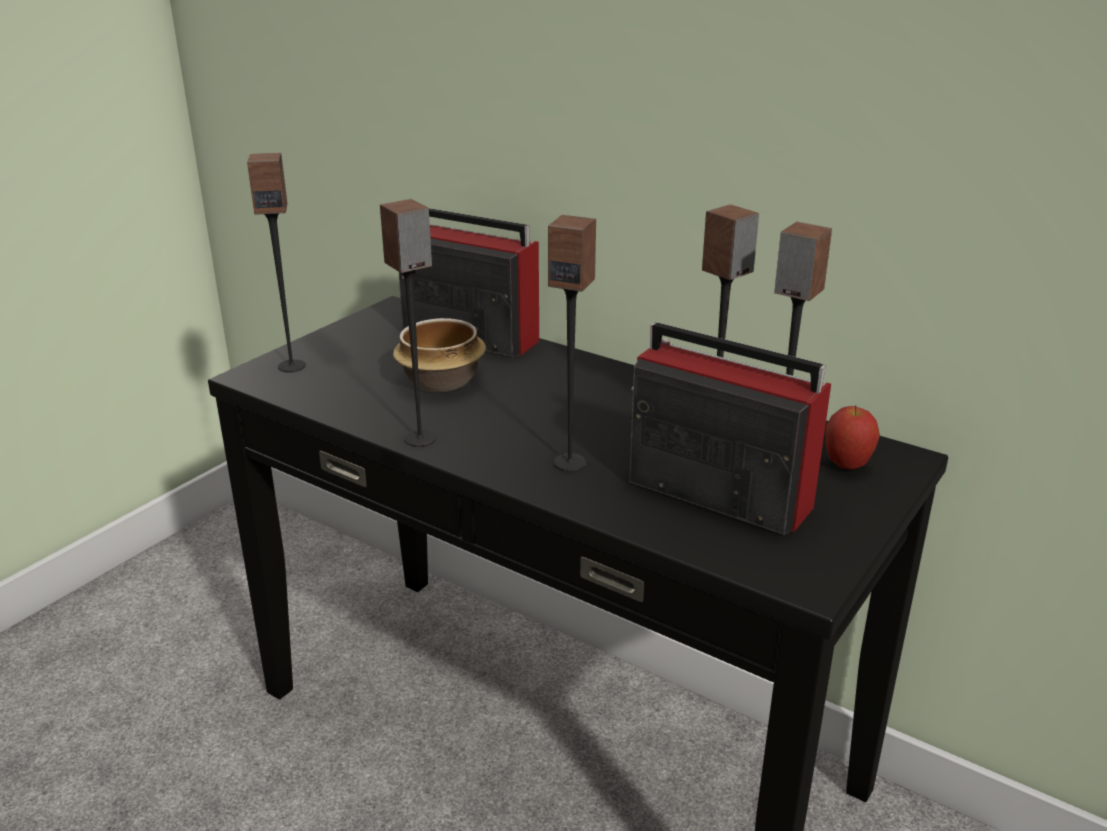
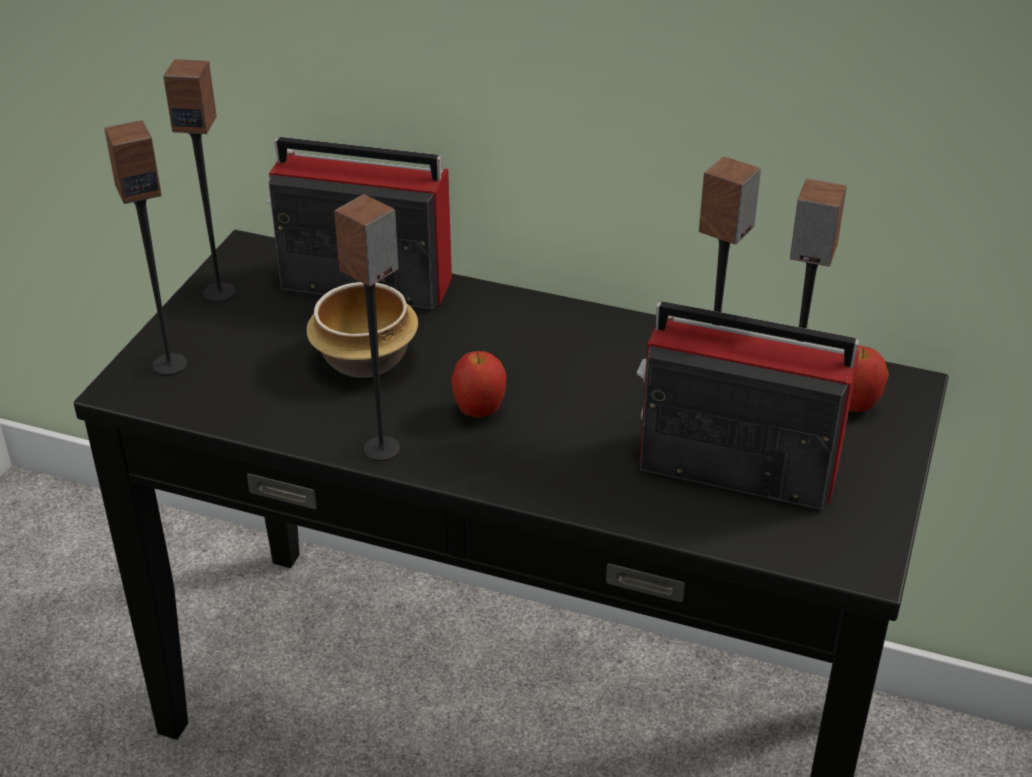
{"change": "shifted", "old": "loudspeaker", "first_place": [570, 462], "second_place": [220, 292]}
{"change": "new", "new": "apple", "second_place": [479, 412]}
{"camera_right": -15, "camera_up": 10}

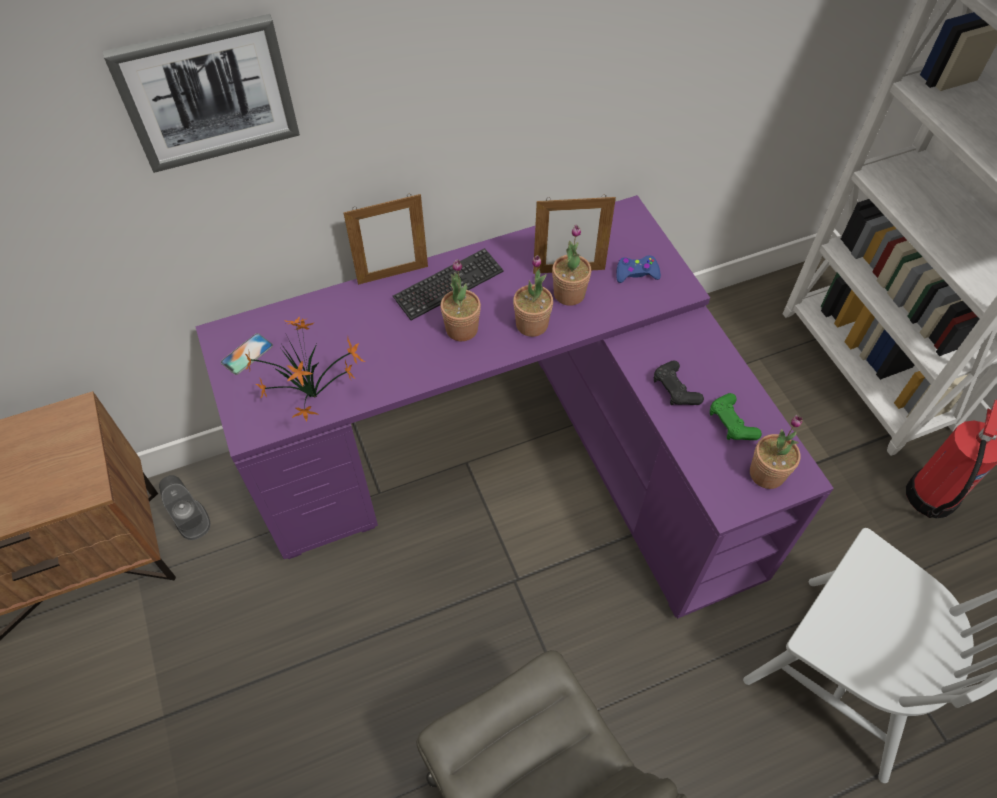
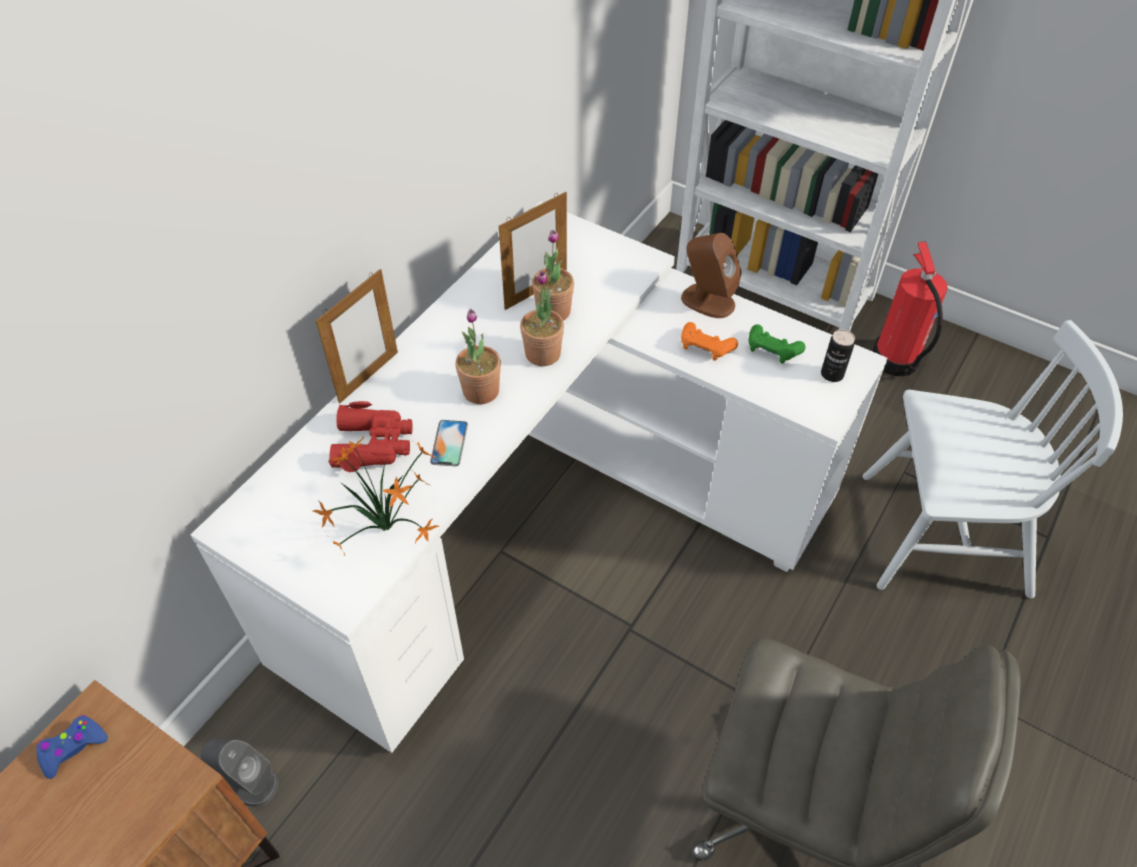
{"change": "gone", "old": "wall art", "first_place": [208, 93]}
{"change": "repainted", "old": "desk unit (purplish)", "new": "desk unit (whitish)", "first_place": [518, 458], "second_place": [546, 519]}
{"change": "shifted", "old": "phone", "first_place": [247, 354], "second_place": [449, 443]}
{"change": "gone", "old": "PC keyboard", "first_place": [449, 285]}
{"change": "shifted", "old": "joypad (blue-coloured)", "first_place": [636, 273], "second_place": [73, 748]}
{"change": "repainted", "old": "joypad (blackish)", "new": "joypad (orange-coloured)", "first_place": [675, 389], "second_place": [705, 347]}
{"change": "swapped", "old": "potted plant", "new": "can", "first_place": [766, 474], "second_place": [832, 374]}
{"change": "new", "new": "pair of binoculars (red)", "second_place": [373, 444]}
{"change": "new", "new": "loudspeaker (brown-coloured)", "second_place": [707, 301]}
{"camera_right": -35, "camera_up": -5}

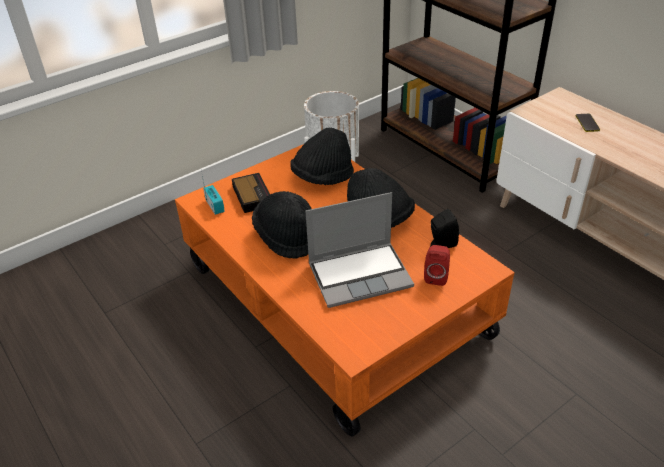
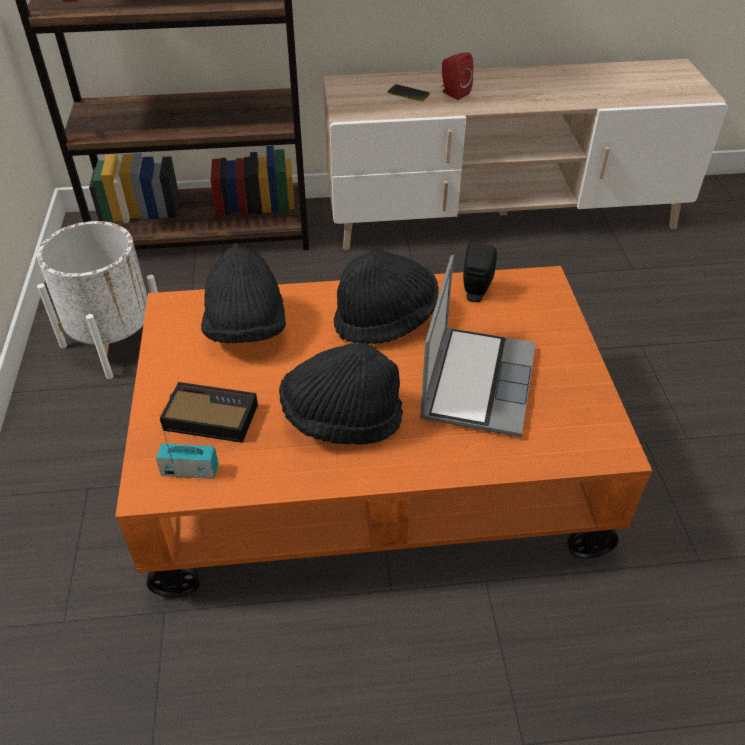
{"change": "shifted", "old": "loudspeaker (red)", "first_place": [436, 276], "second_place": [453, 93]}
{"camera_right": -60, "camera_up": 5}

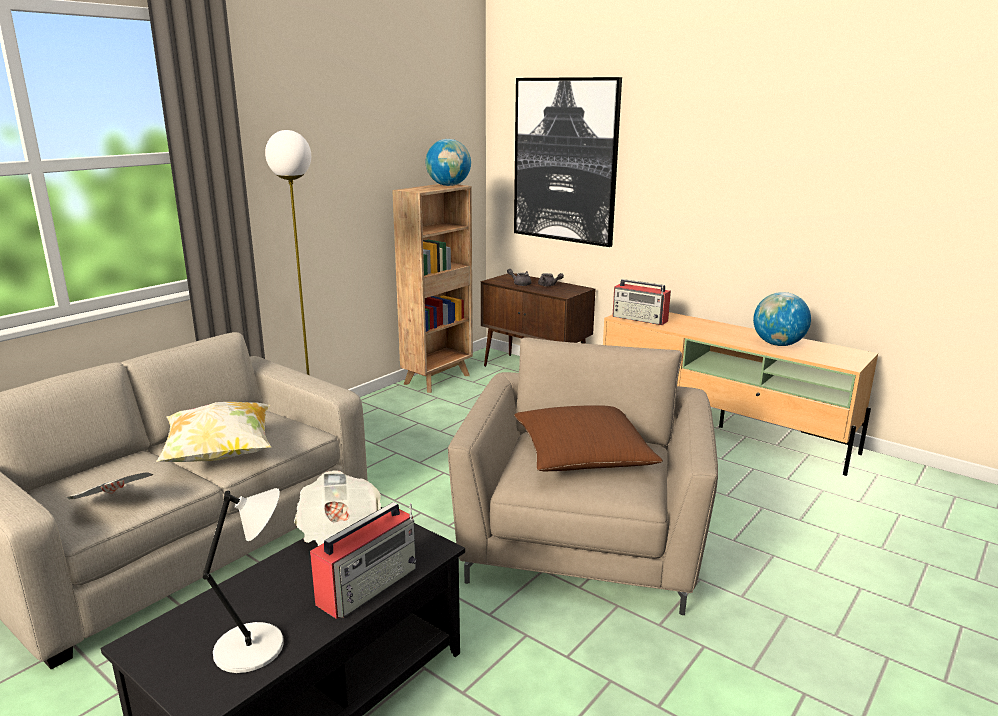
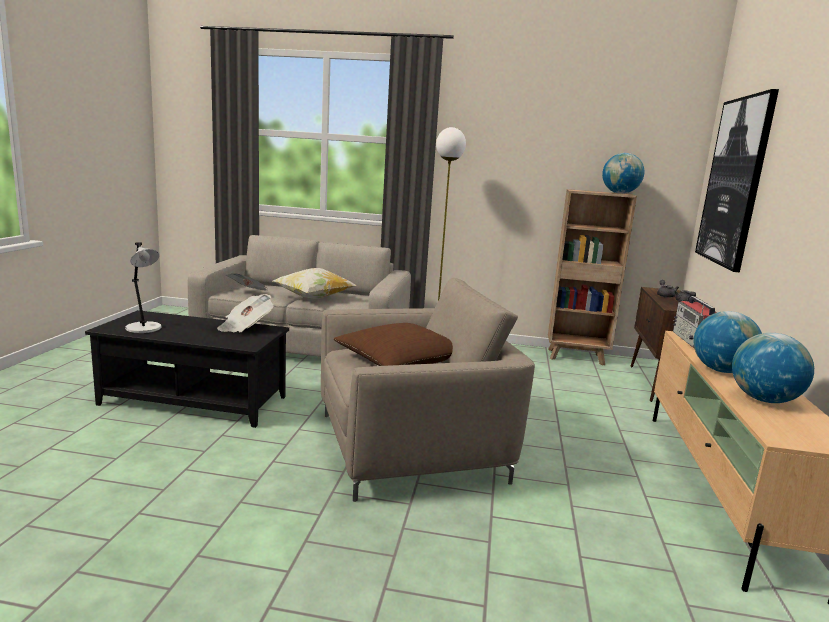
{"change": "gone", "old": "radio set", "first_place": [369, 584]}
{"change": "new", "new": "desk globe", "second_place": [721, 370]}
{"camera_right": 60, "camera_up": -5}

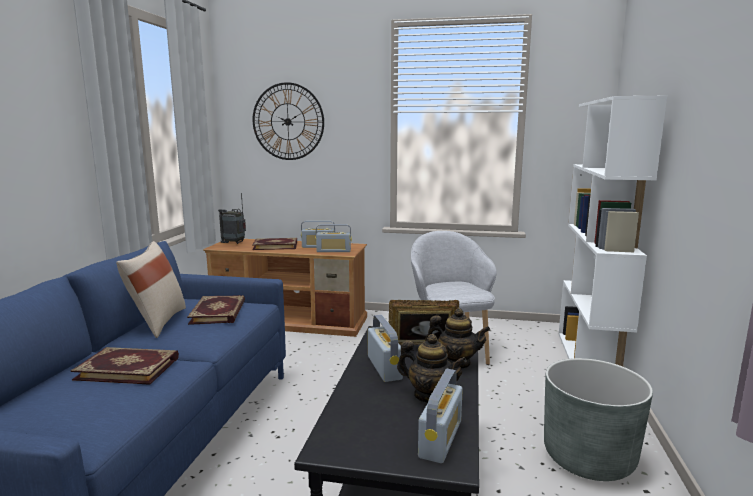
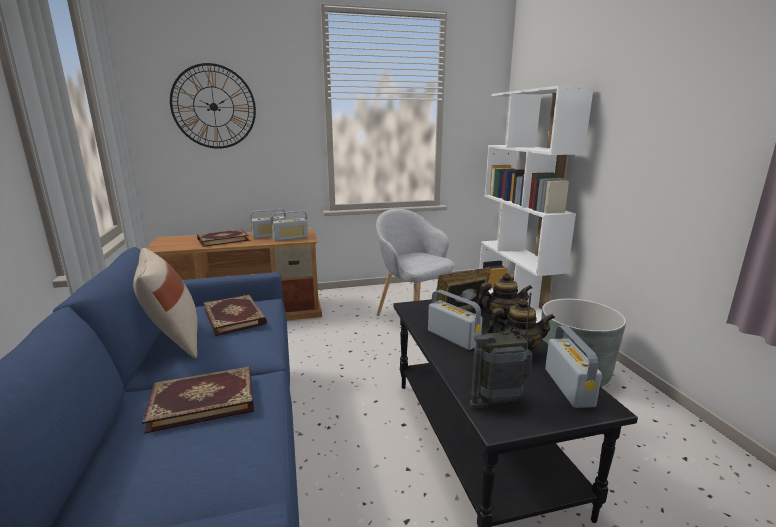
{"change": "shifted", "old": "radio set", "first_place": [234, 243], "second_place": [497, 400]}
{"camera_right": -25, "camera_up": 5}

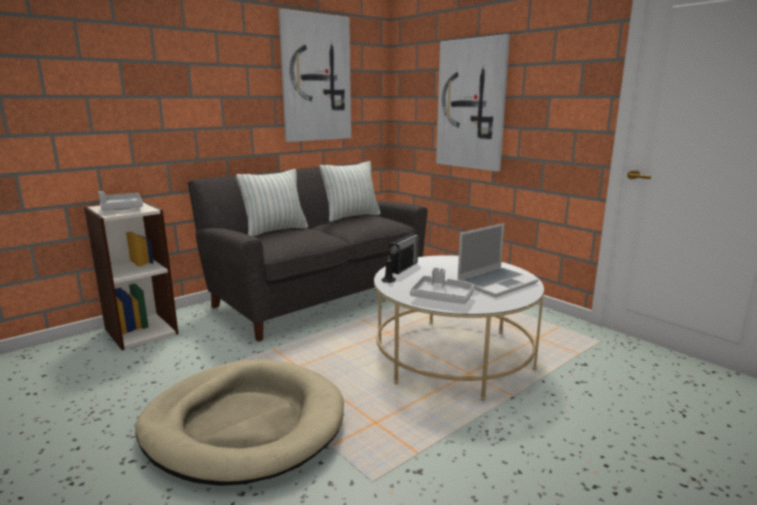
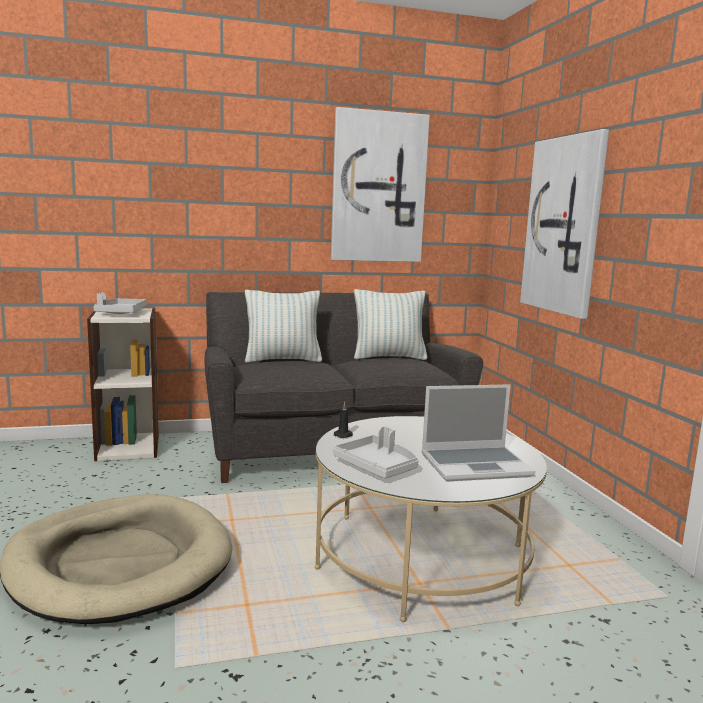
{"change": "gone", "old": "radio set", "first_place": [403, 267]}
{"camera_right": 25, "camera_up": -5}

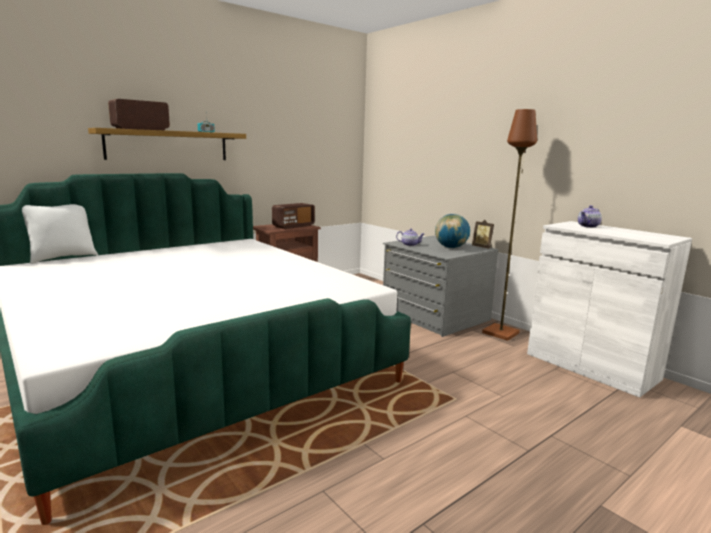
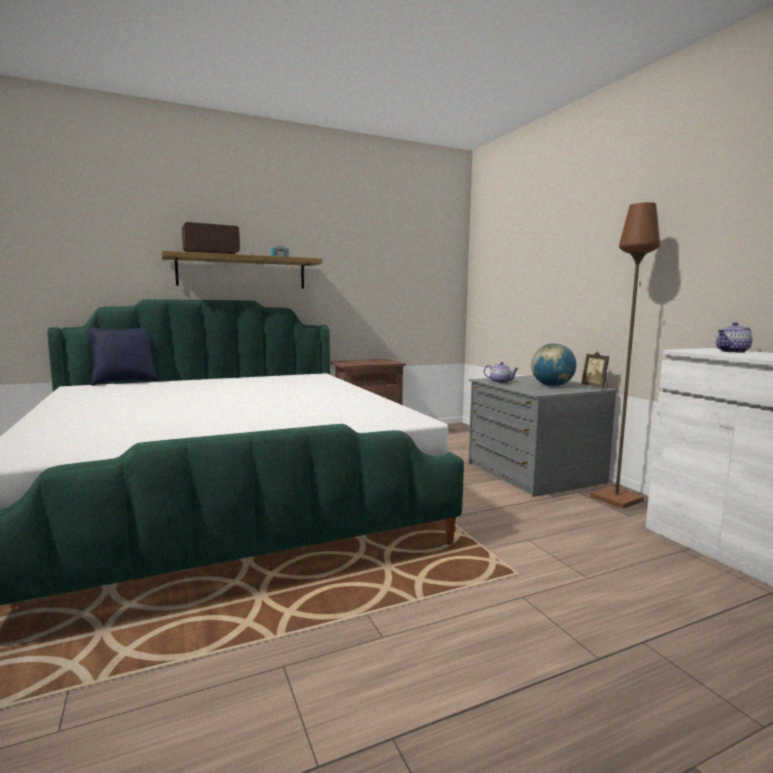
{"change": "repainted", "old": "throw pillow (whitish)", "new": "throw pillow (blue-coloured)", "first_place": [63, 258], "second_place": [125, 382]}
{"change": "gone", "old": "radio set", "first_place": [293, 226]}
{"camera_right": 15, "camera_up": -5}

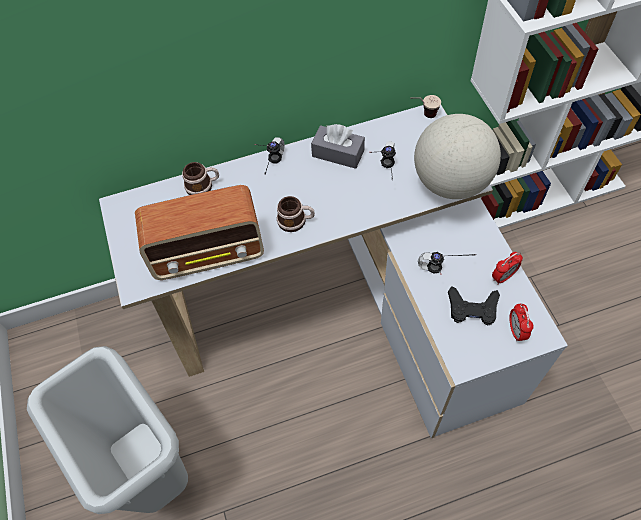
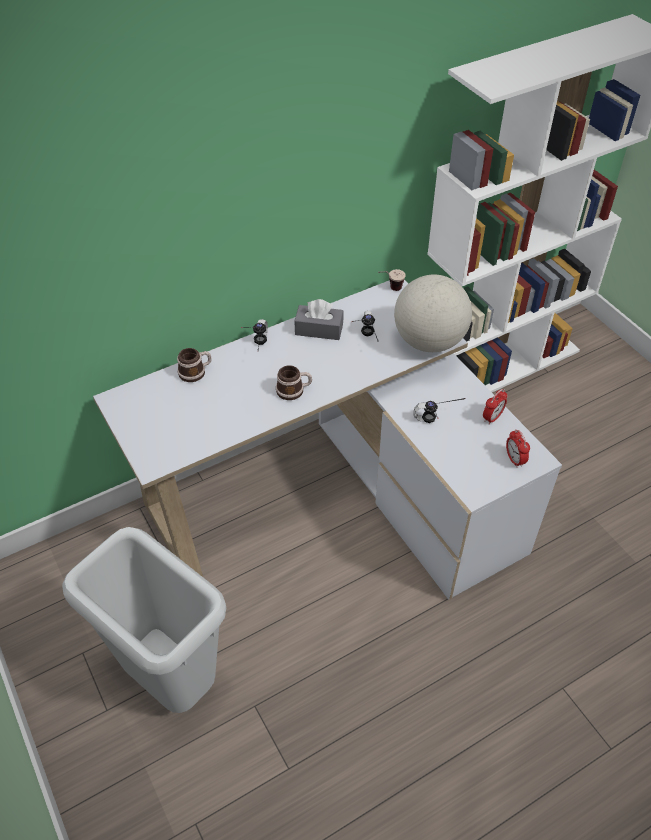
{"change": "gone", "old": "radio set", "first_place": [209, 253]}
{"change": "gone", "old": "joypad (blackish)", "first_place": [472, 309]}
{"camera_right": -15, "camera_up": -10}

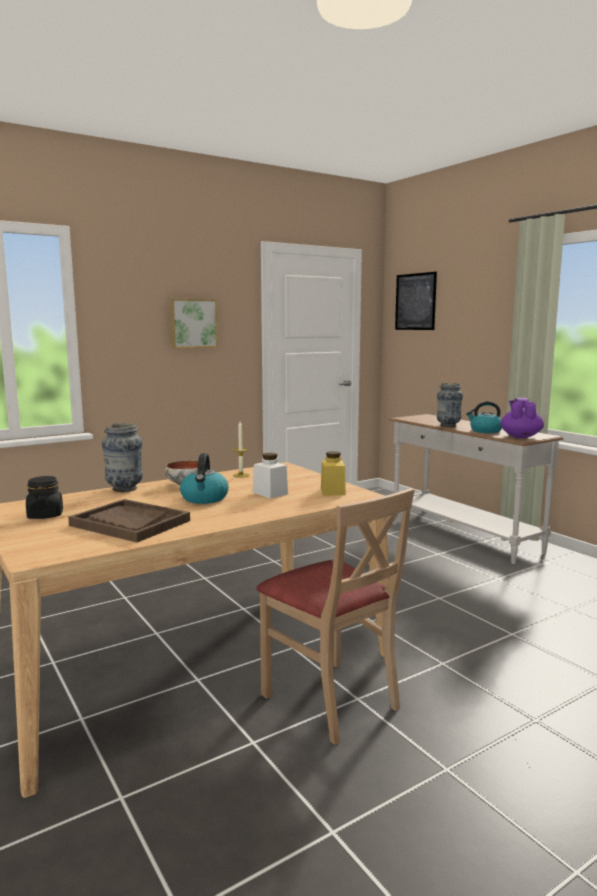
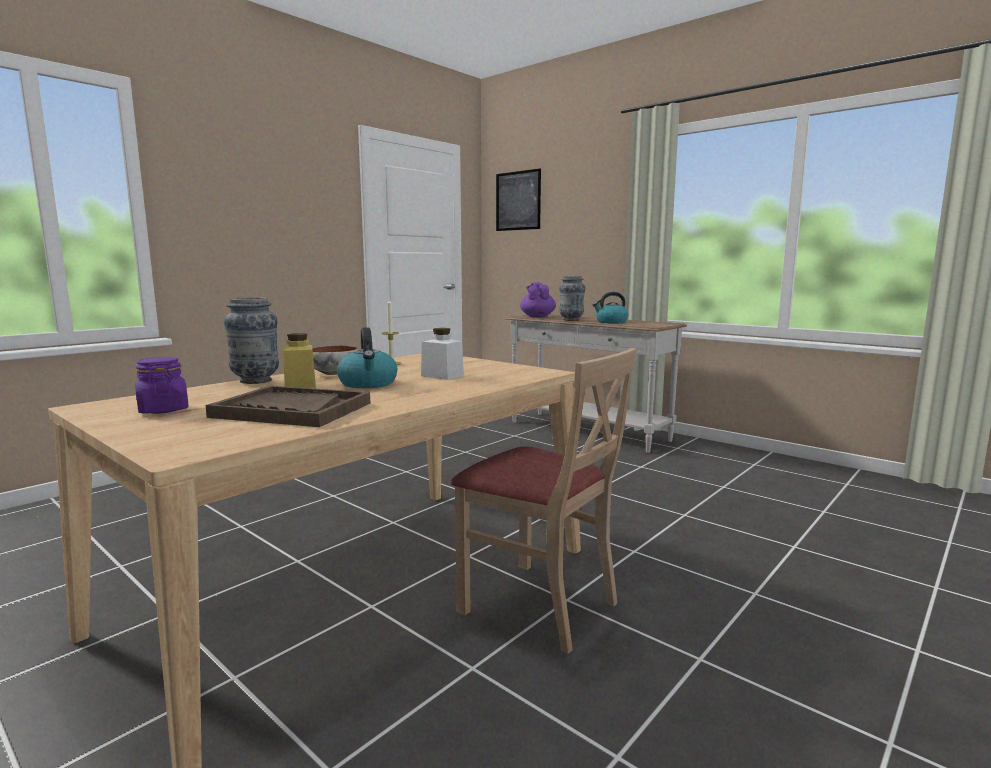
{"change": "repainted", "old": "storage jar (blackish)", "new": "storage jar (purplish)", "first_place": [45, 515], "second_place": [163, 410]}
{"change": "gone", "old": "wall art", "first_place": [193, 323]}
{"change": "shifted", "old": "storage jar (yellow-coloured)", "first_place": [332, 491], "second_place": [300, 385]}
{"change": "shifted", "old": "pot for tea (purplish)", "first_place": [520, 436], "second_place": [537, 317]}
{"camera_right": -15, "camera_up": 0}

